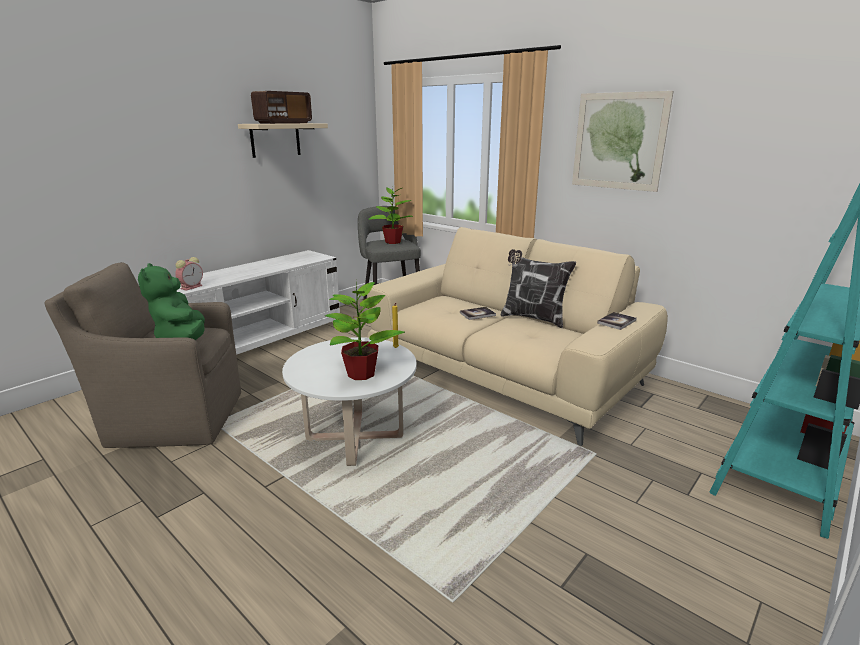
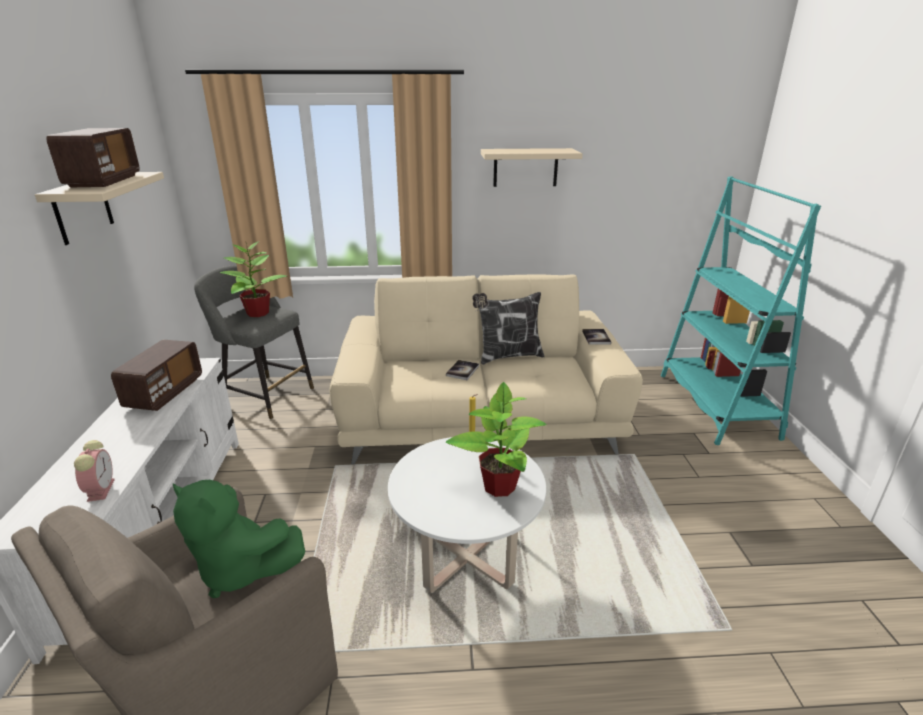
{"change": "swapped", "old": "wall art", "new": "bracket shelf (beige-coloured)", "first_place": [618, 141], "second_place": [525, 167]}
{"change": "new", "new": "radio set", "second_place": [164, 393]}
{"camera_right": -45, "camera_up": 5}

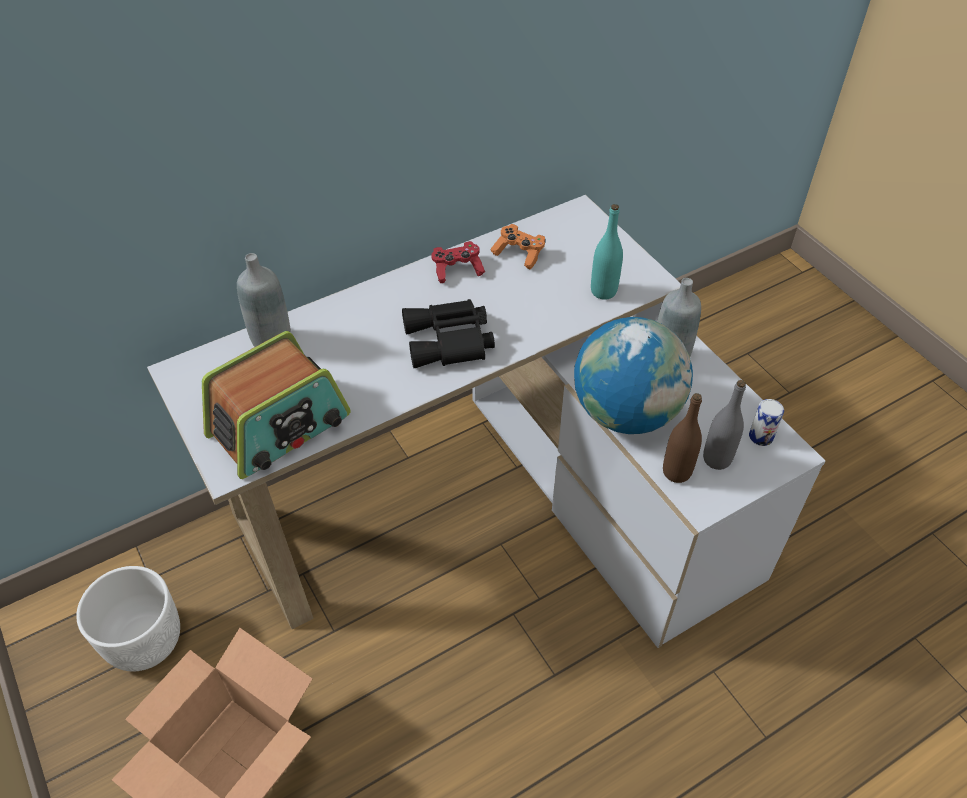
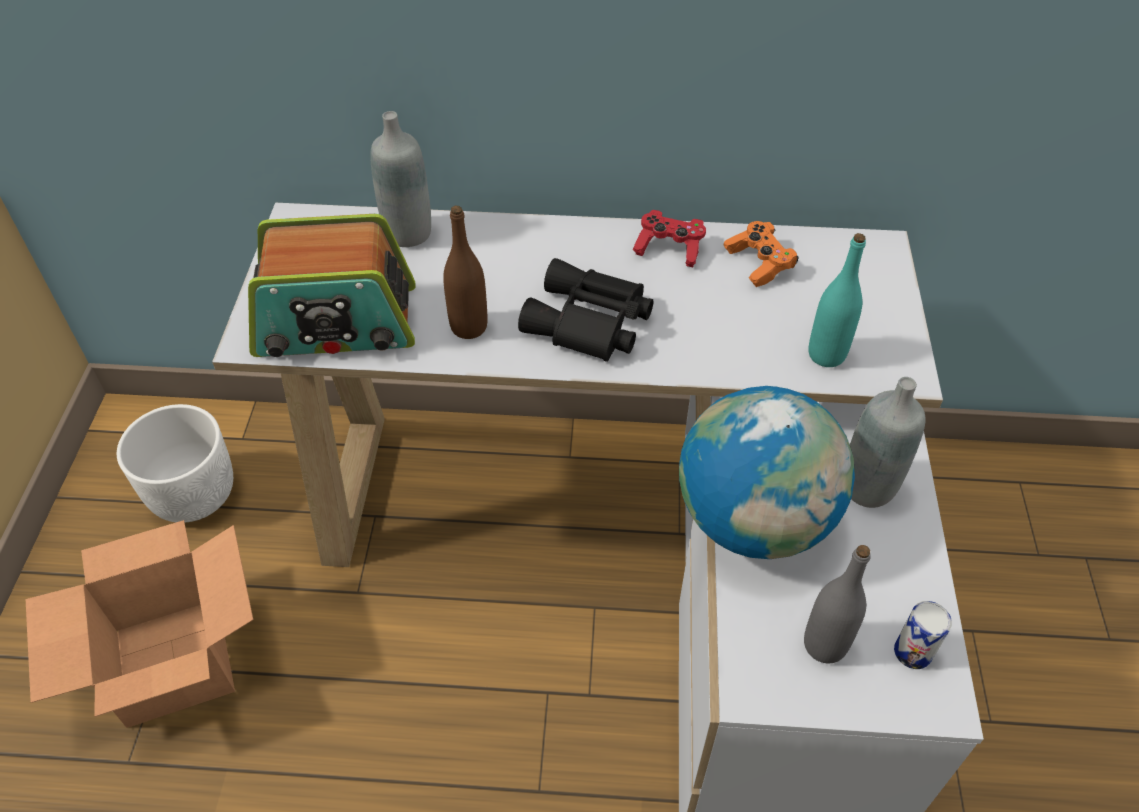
{"change": "shifted", "old": "drink bottle (brown-coloured)", "first_place": [676, 472], "second_place": [469, 327]}
{"camera_right": 35, "camera_up": 0}

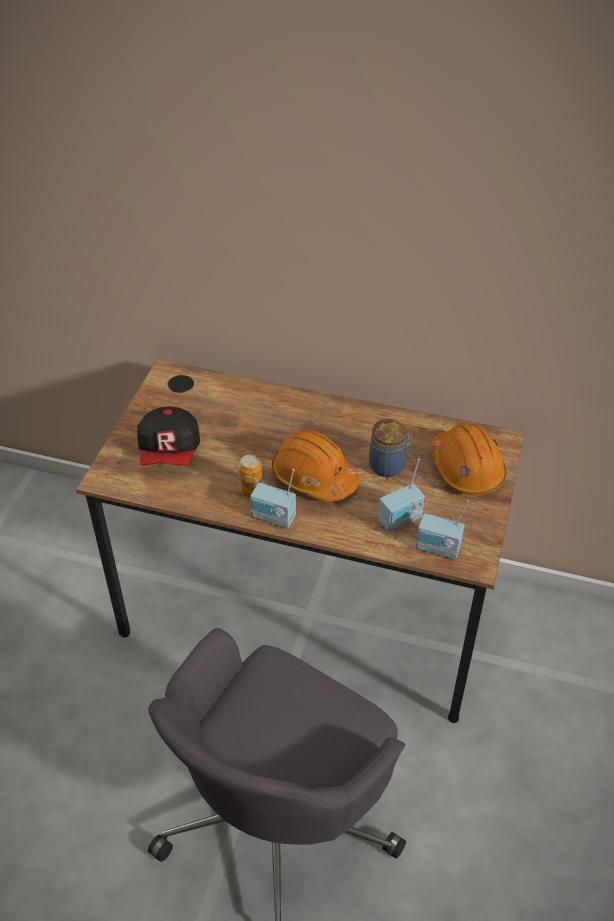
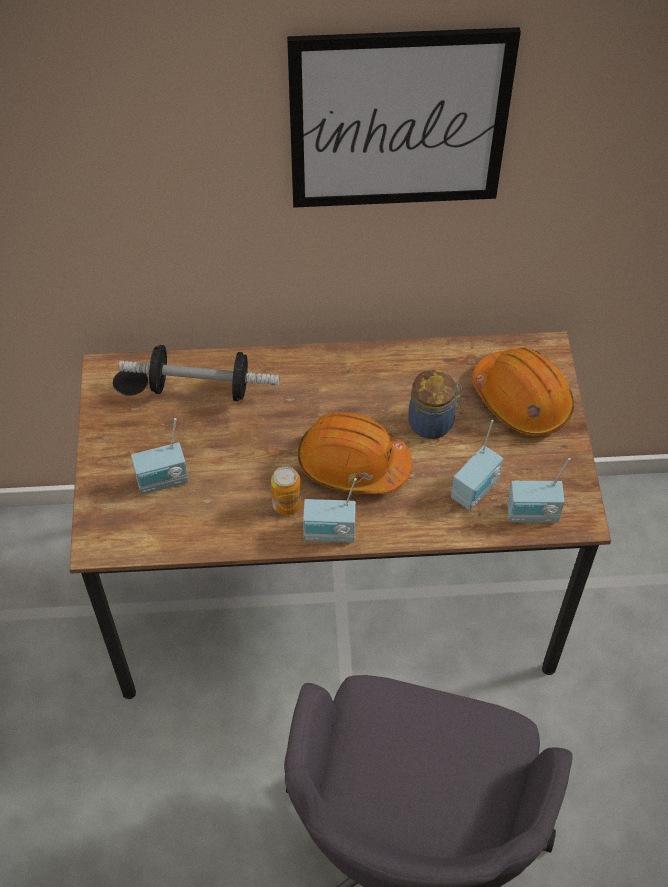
{"change": "swapped", "old": "peaked cap", "new": "radio set", "first_place": [170, 452], "second_place": [163, 482]}
{"change": "new", "new": "free weight", "second_place": [201, 387]}
{"change": "new", "new": "wall art", "second_place": [398, 120]}
{"camera_right": -20, "camera_up": 10}

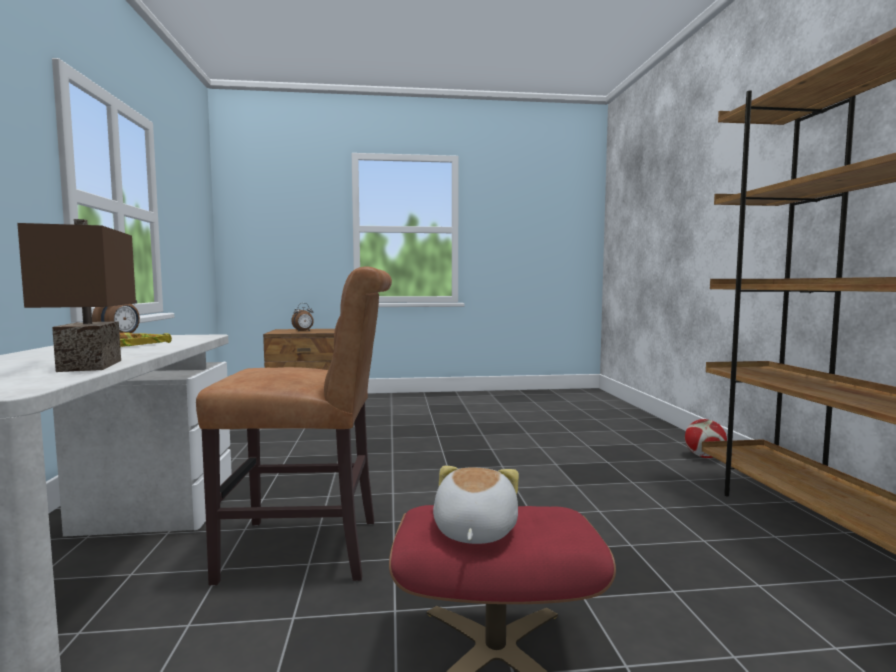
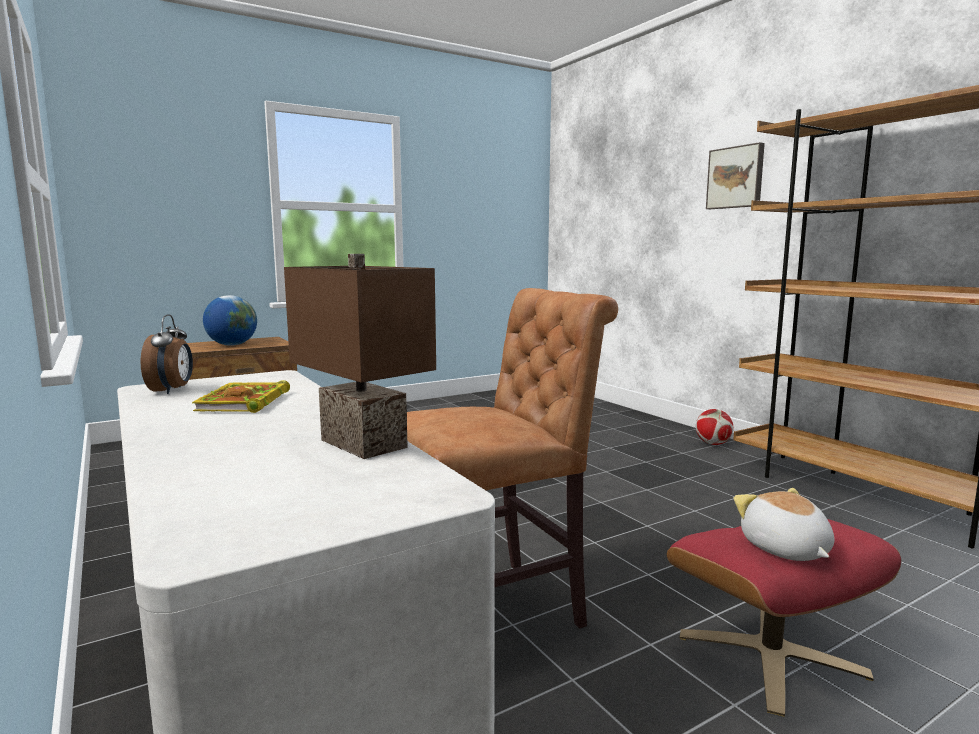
{"change": "swapped", "old": "table clock", "new": "desk globe", "first_place": [303, 331], "second_place": [232, 345]}
{"change": "new", "new": "wall art", "second_place": [736, 177]}
{"camera_right": -25, "camera_up": 5}

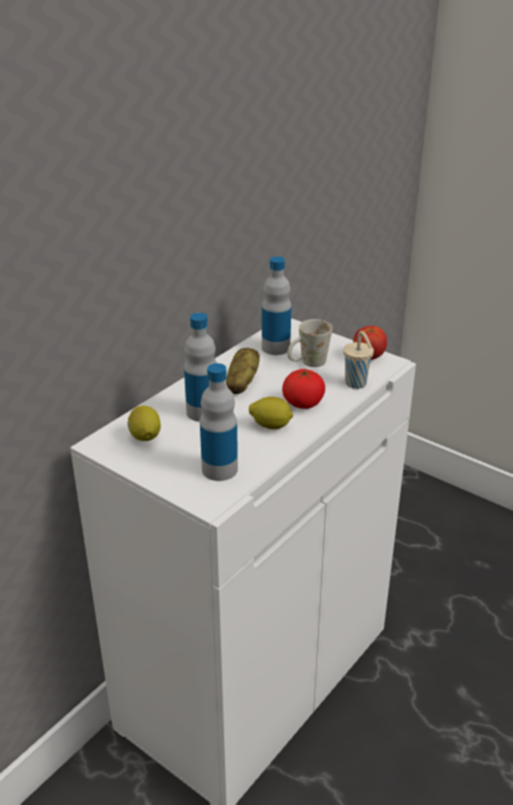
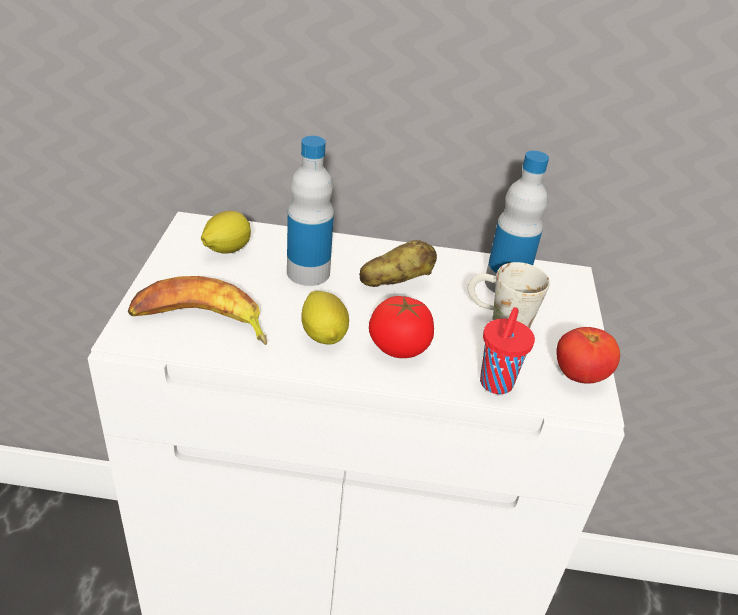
{"change": "swapped", "old": "drink bottle", "new": "whole banana", "first_place": [219, 469], "second_place": [200, 322]}
{"change": "repainted", "old": "cup (beige-coloured)", "new": "cup (red)", "first_place": [356, 384], "second_place": [495, 384]}
{"camera_right": 55, "camera_up": 5}

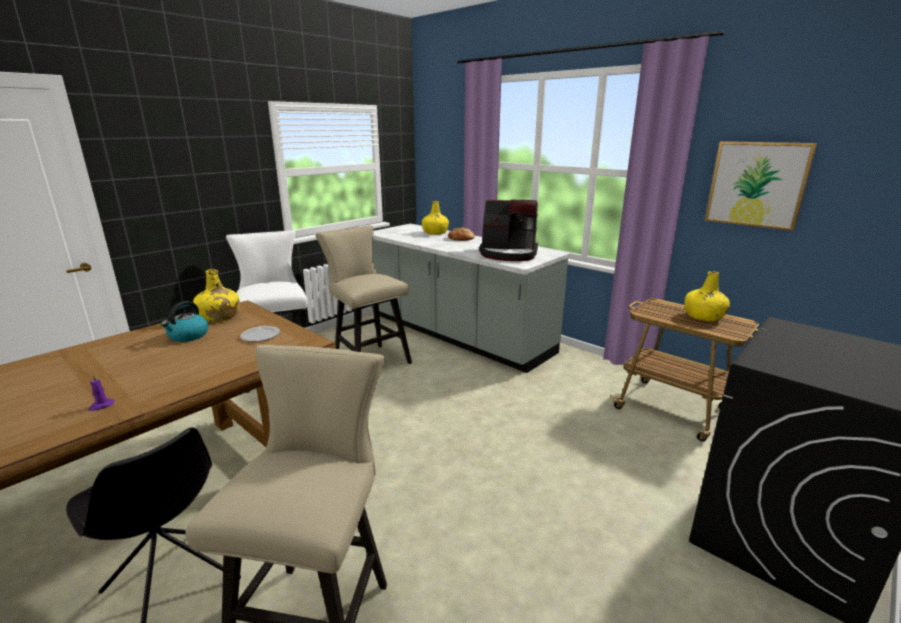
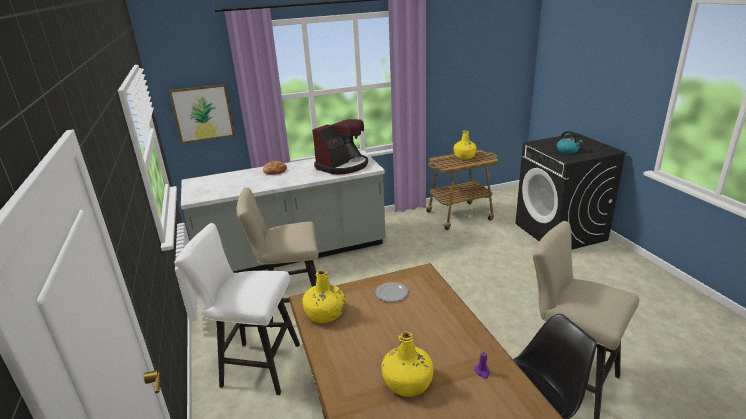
{"change": "shifted", "old": "tea kettle", "first_place": [188, 336], "second_place": [568, 150]}
{"change": "shifted", "old": "drink bottle (yellow-coloured)", "first_place": [435, 233], "second_place": [408, 382]}
{"change": "shifted", "old": "wall art", "first_place": [757, 184], "second_place": [203, 113]}
{"camera_right": -60, "camera_up": 5}

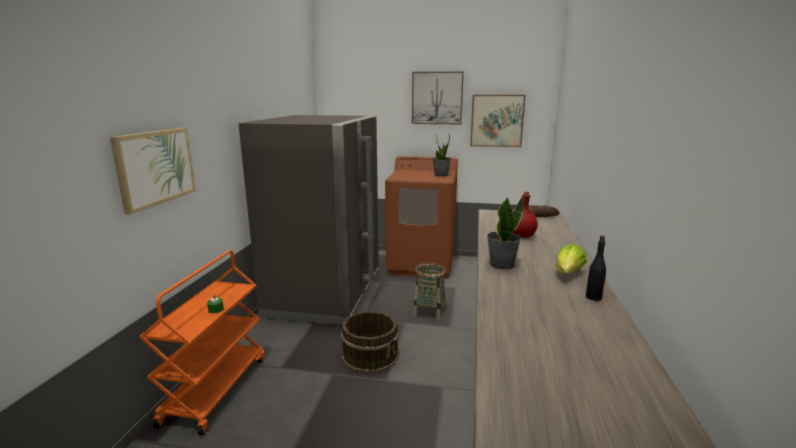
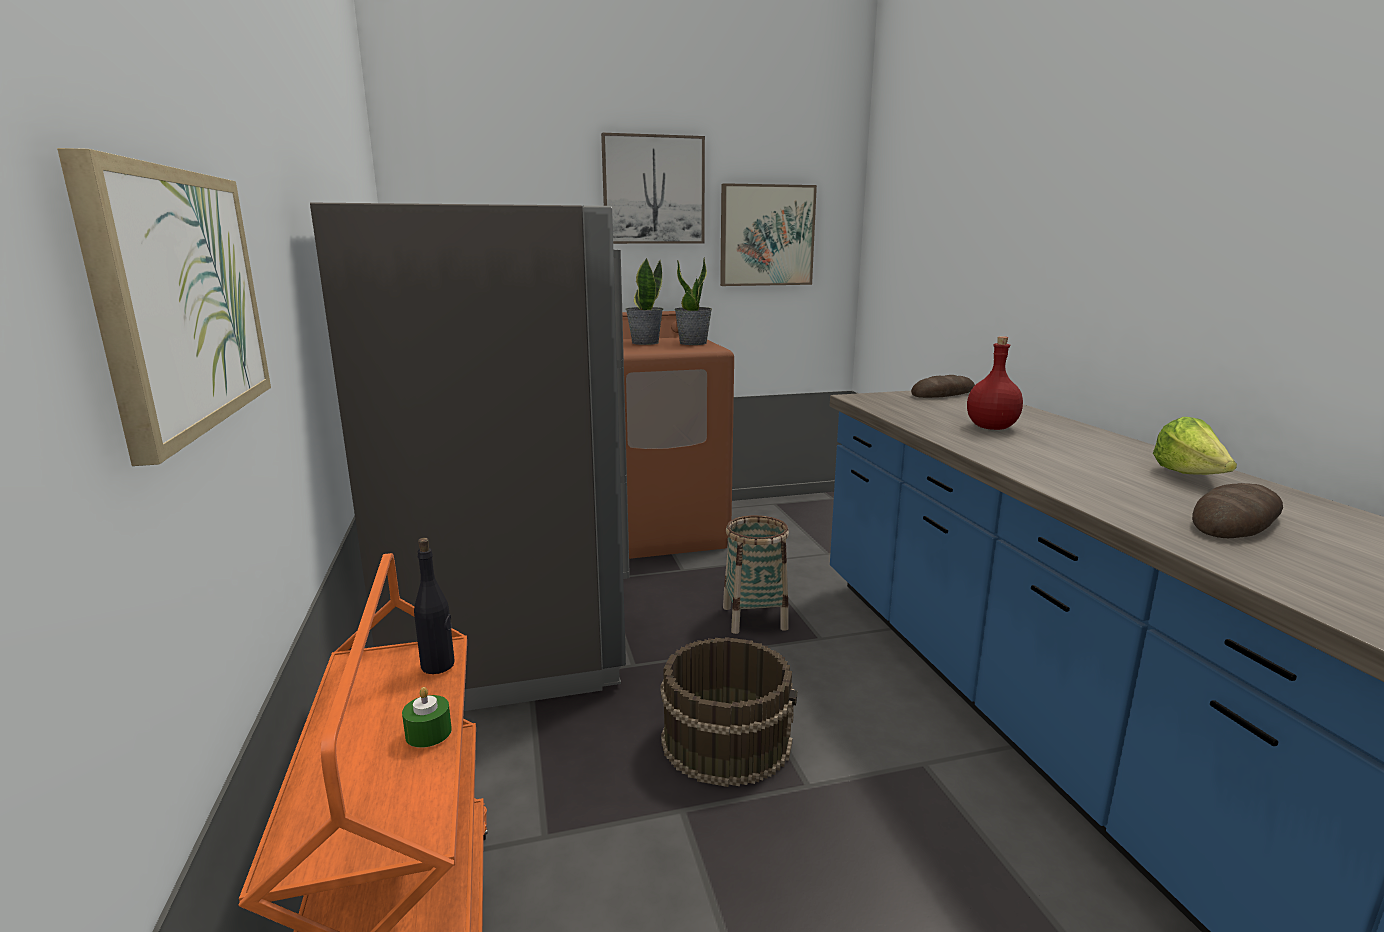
{"change": "shifted", "old": "potted plant", "first_place": [501, 264], "second_place": [644, 343]}
{"change": "shifted", "old": "drink bottle (blackish)", "first_place": [594, 297], "second_place": [438, 665]}
{"change": "new", "new": "baked bread", "second_place": [1235, 520]}
{"camera_right": -25, "camera_up": 0}

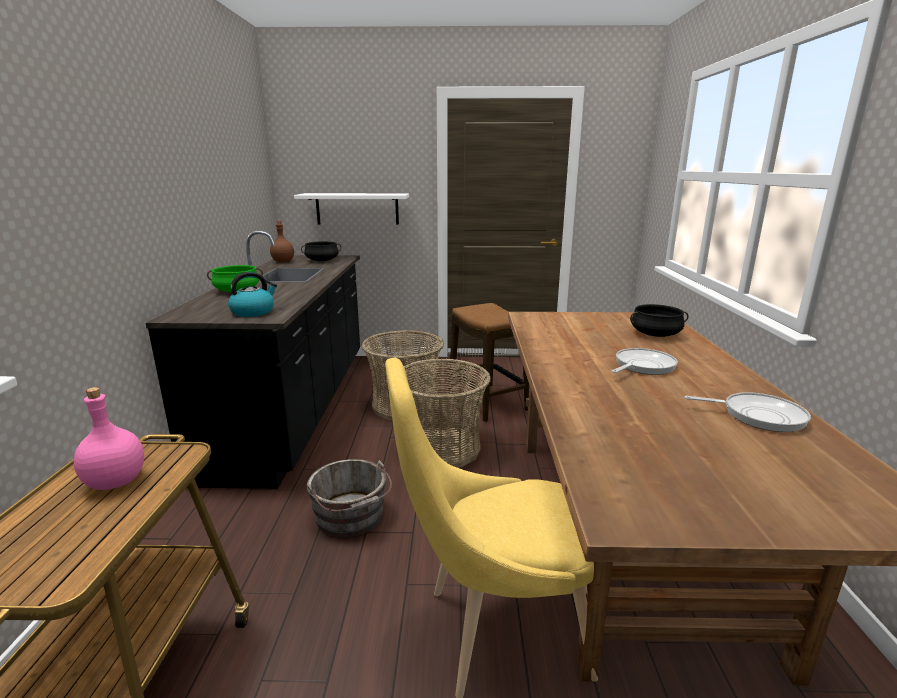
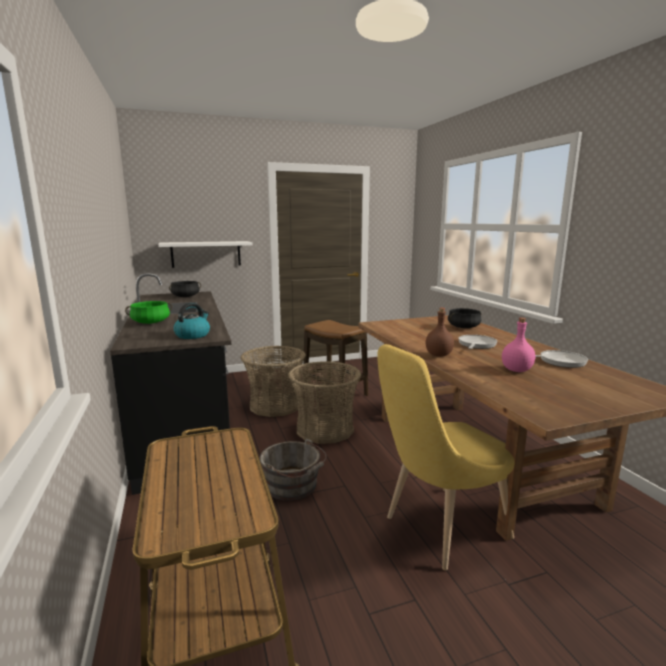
{"change": "shifted", "old": "drink bottle (pinkish)", "first_place": [116, 481], "second_place": [516, 370]}
{"change": "shifted", "old": "drink bottle (brown-coloured)", "first_place": [283, 262], "second_place": [439, 355]}
{"camera_right": -20, "camera_up": -5}

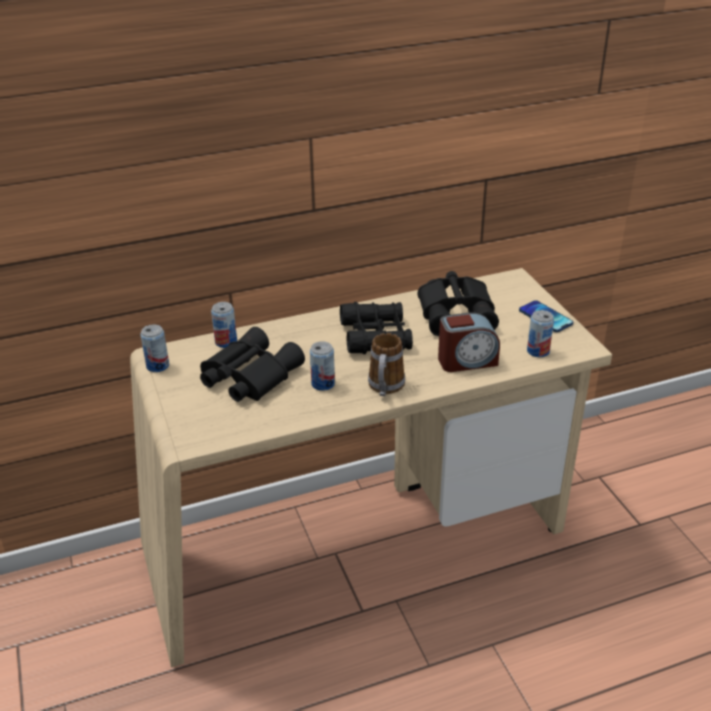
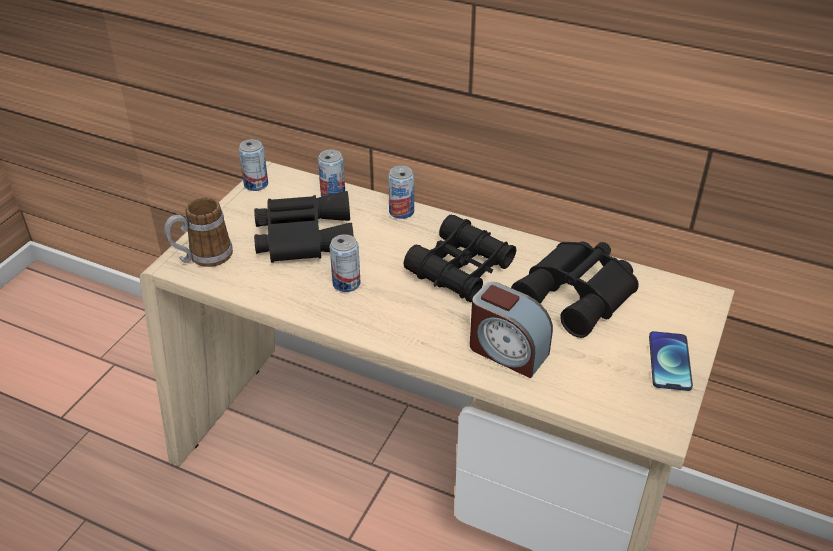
{"change": "shifted", "old": "mug", "first_place": [385, 388], "second_place": [203, 258]}
{"change": "shifted", "old": "can", "first_place": [538, 351], "second_place": [401, 212]}
{"camera_right": 45, "camera_up": 5}

